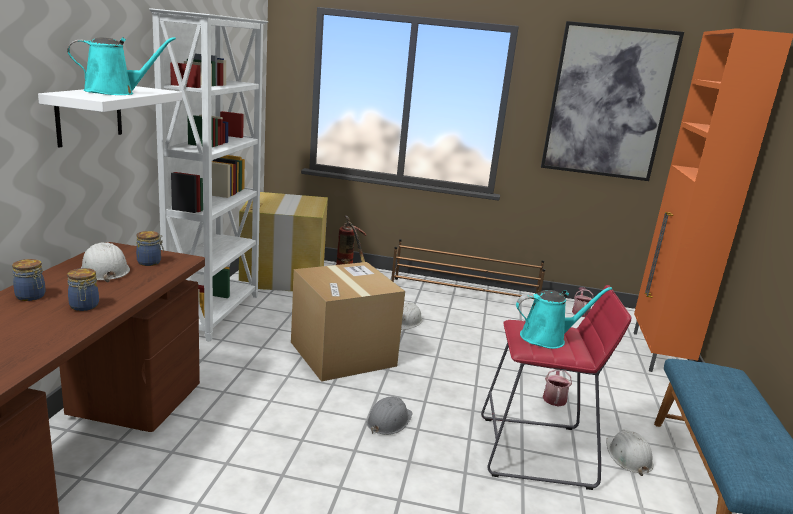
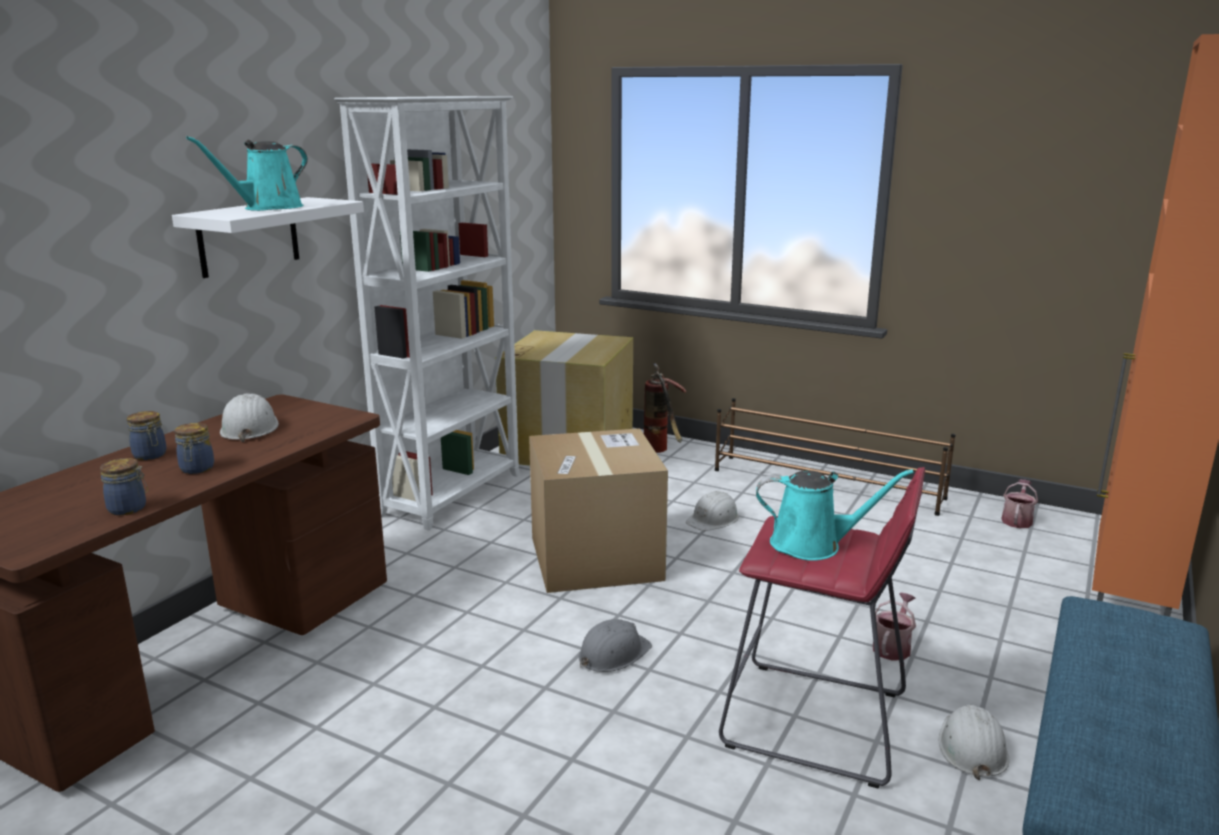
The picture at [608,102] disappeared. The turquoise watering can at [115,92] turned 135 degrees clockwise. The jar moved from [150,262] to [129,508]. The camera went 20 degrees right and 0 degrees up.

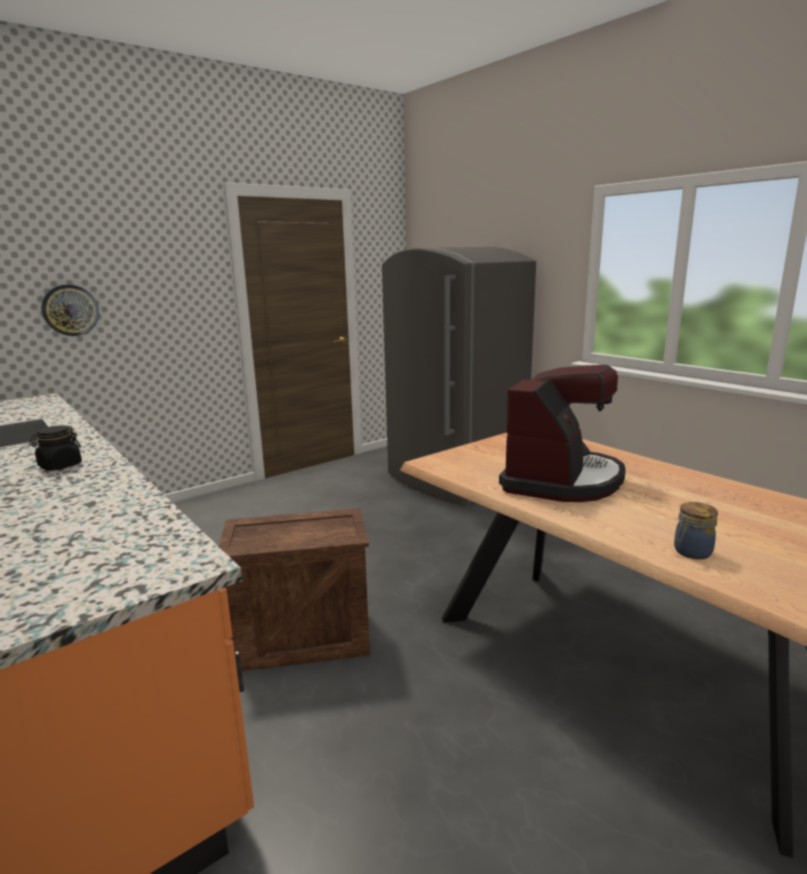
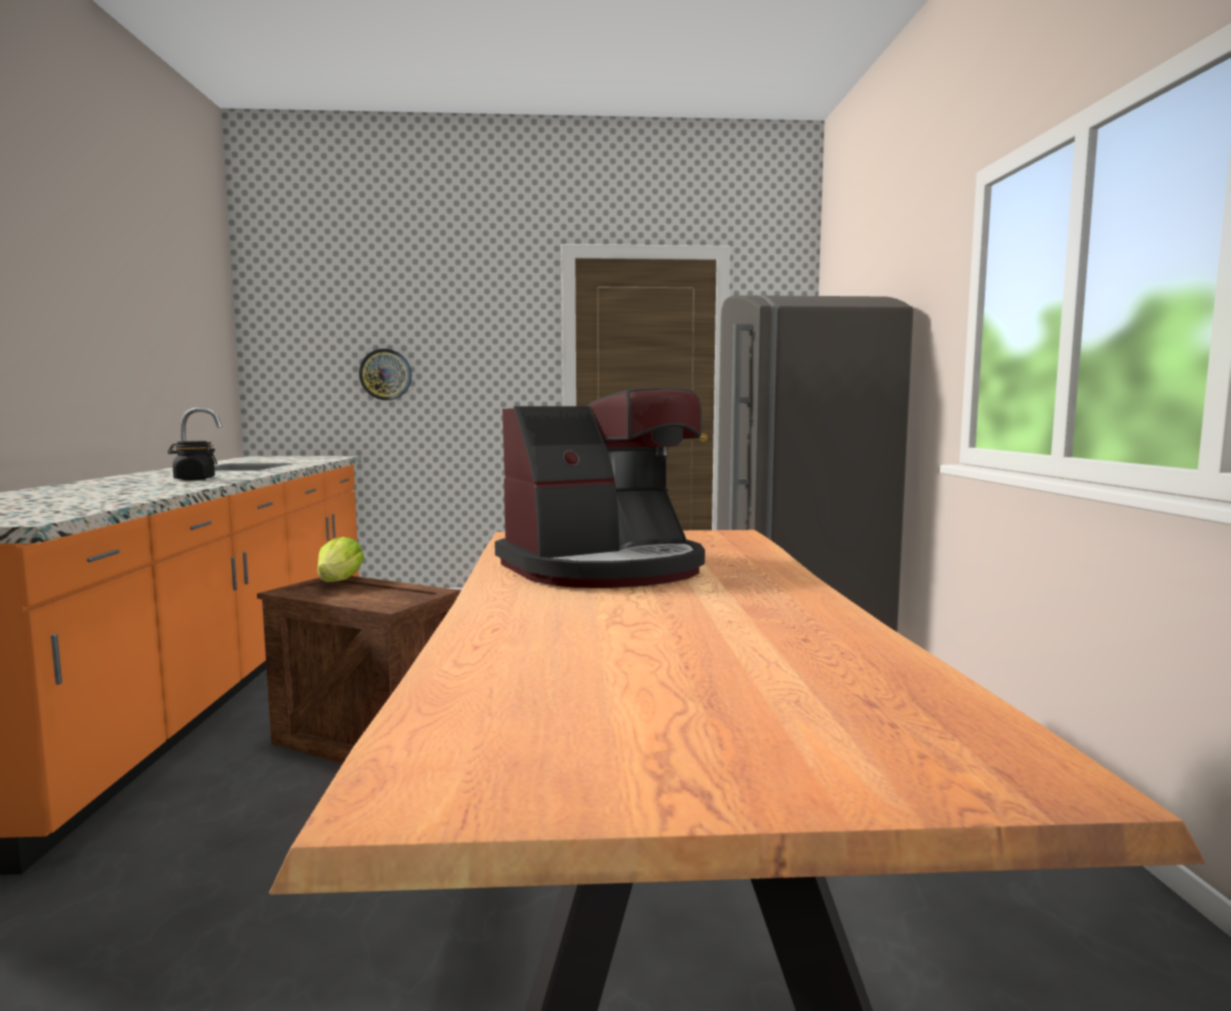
The jar at [691,552] disappeared. The lettuce at [340,580] appeared. The camera went 35 degrees right and 10 degrees down.

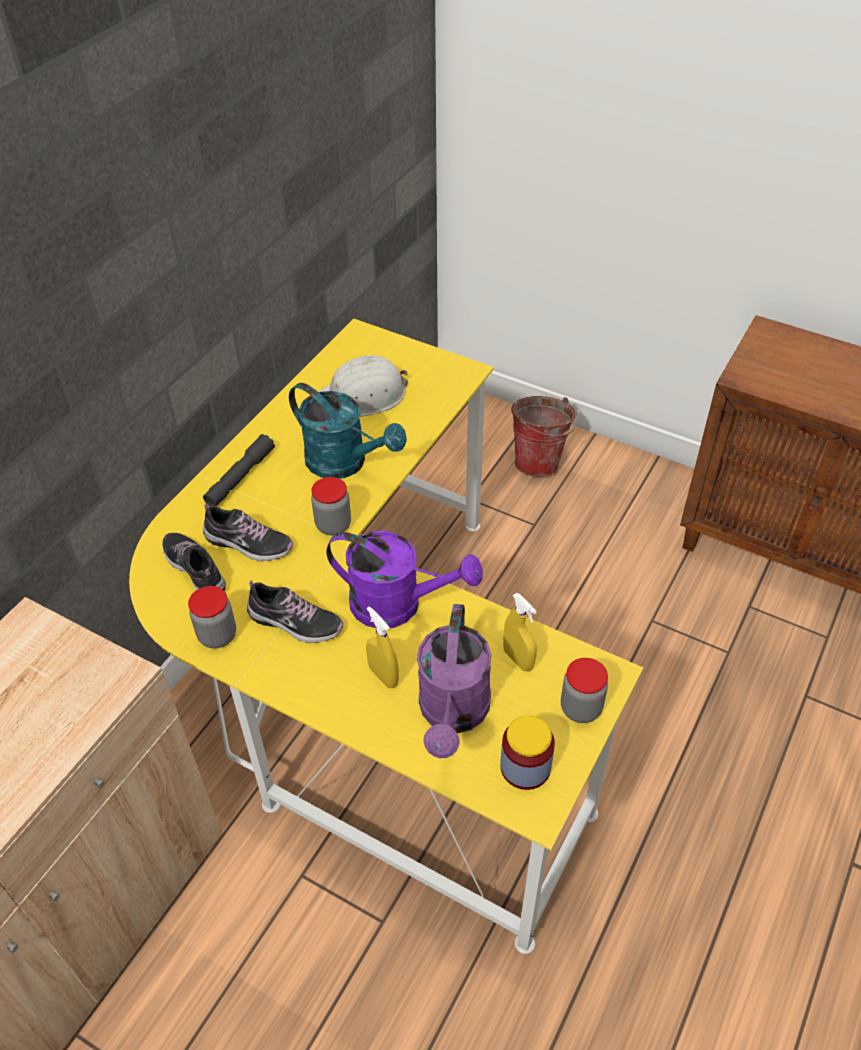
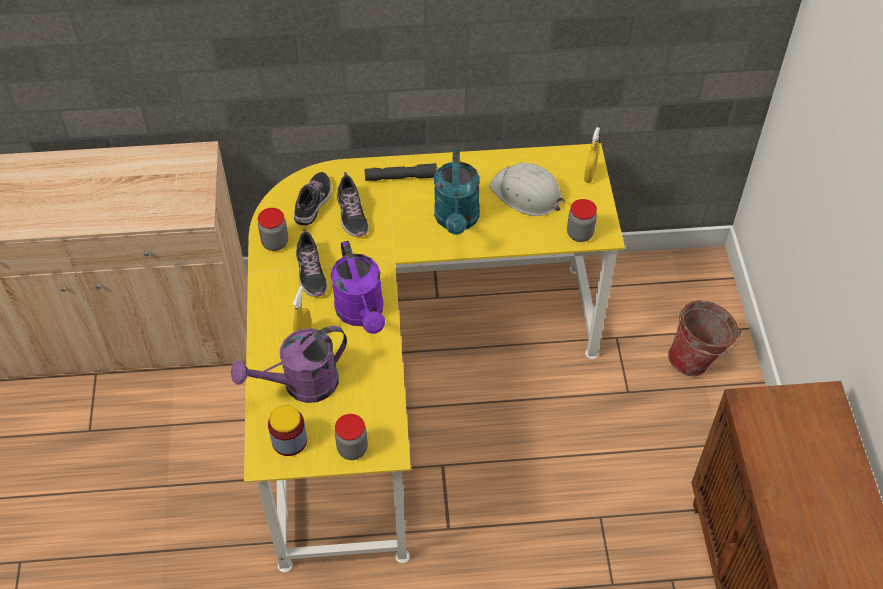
The jar moved from [333,525] to [580,234]. The yellow spray bottle moved from [518,659] to [589,175]. The camera went 55 degrees right and 5 degrees up.

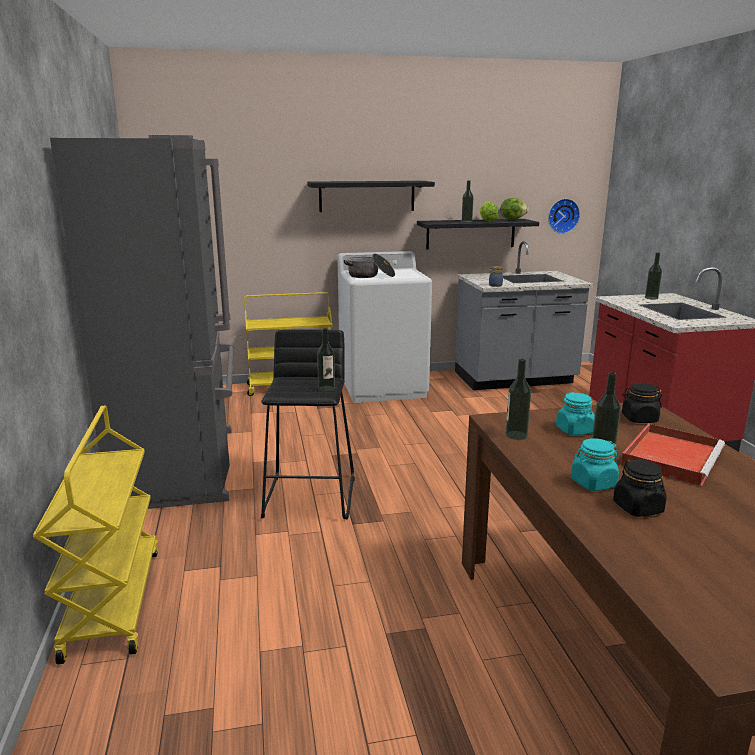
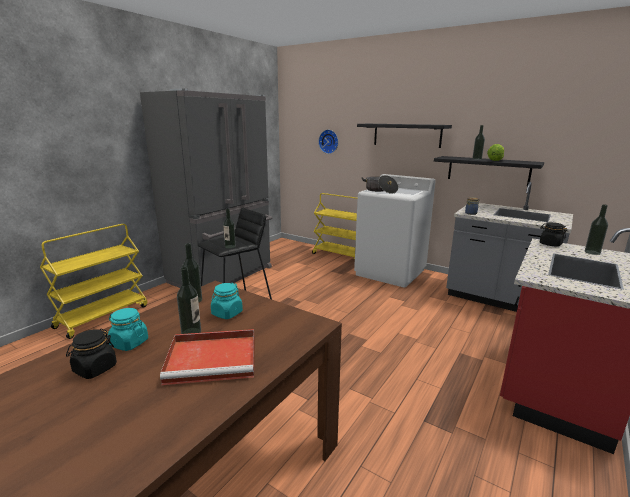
The lettuce at [512,219] disappeared. The wall clock moved from [562,216] to [329,141]. The black jar moved from [639,419] to [550,244]. The camera went 45 degrees right and 0 degrees up.

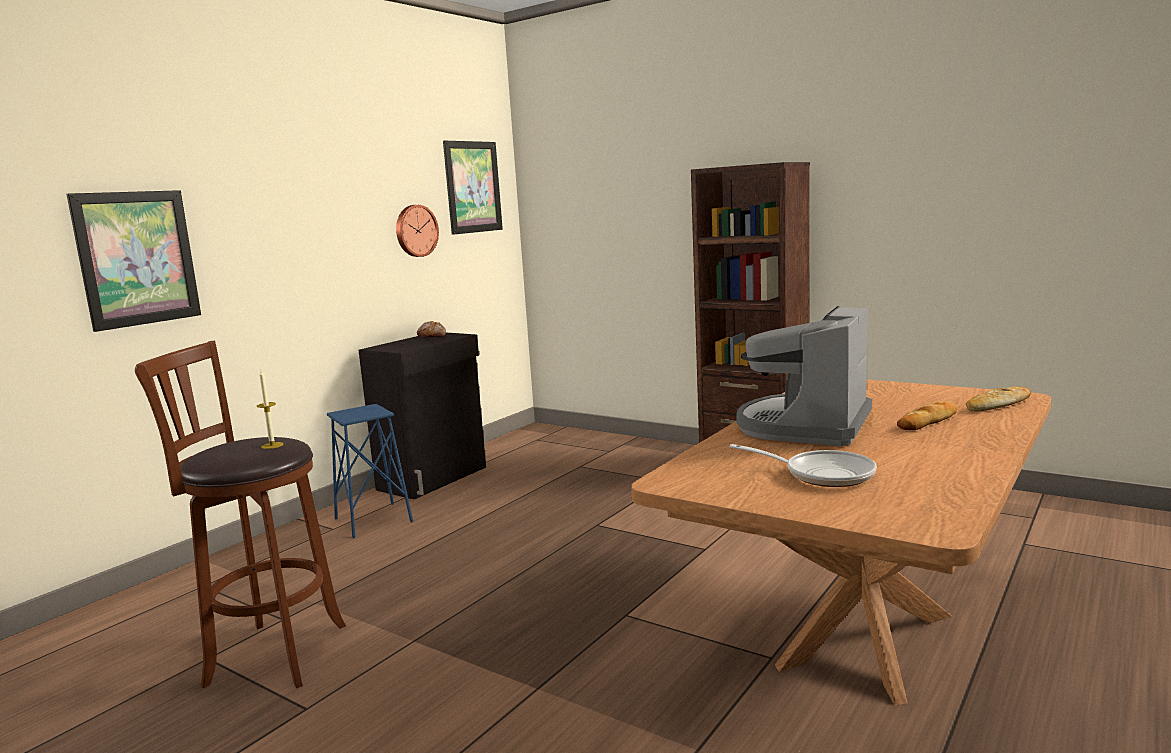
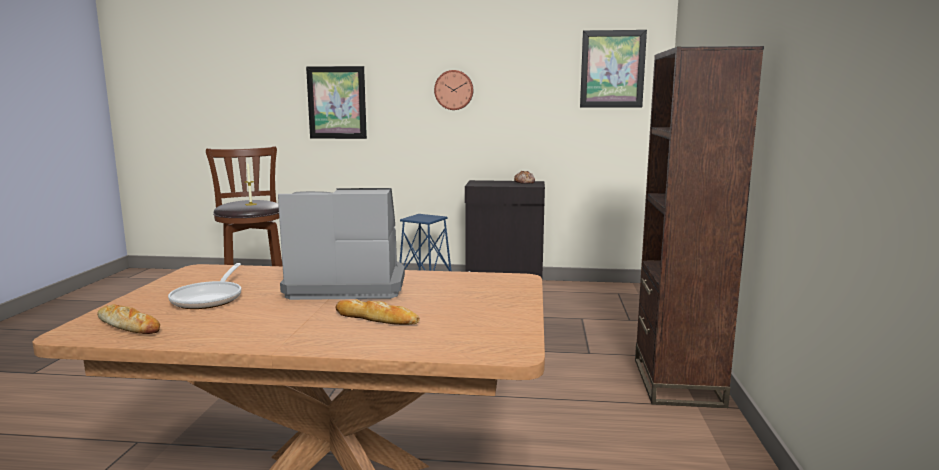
The wall clock moved from [415,231] to [454,90]. The bread moved from [997,404] to [128,325]. The camera went 60 degrees right and 0 degrees up.

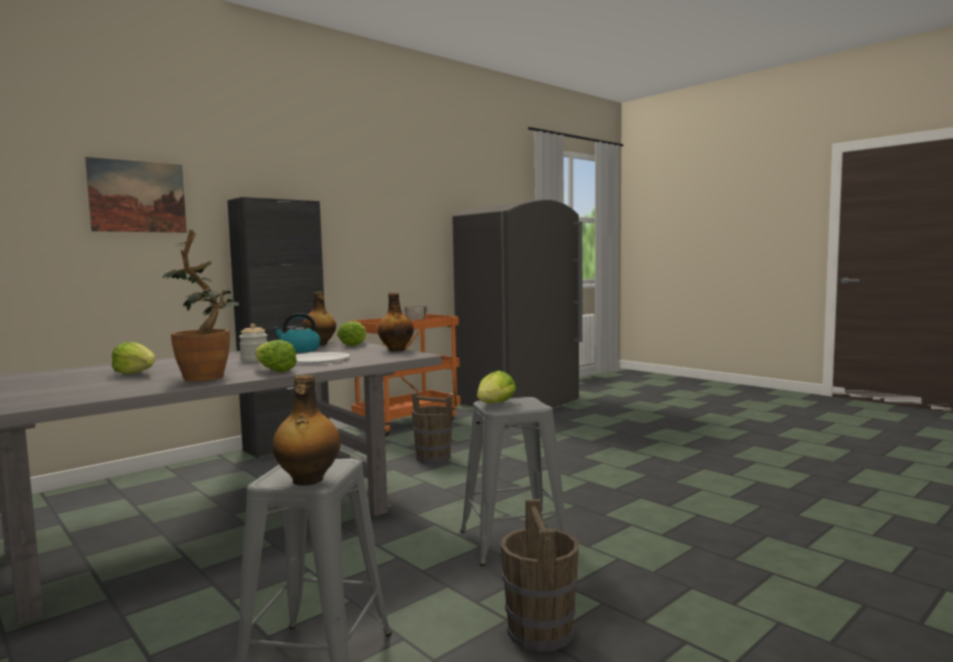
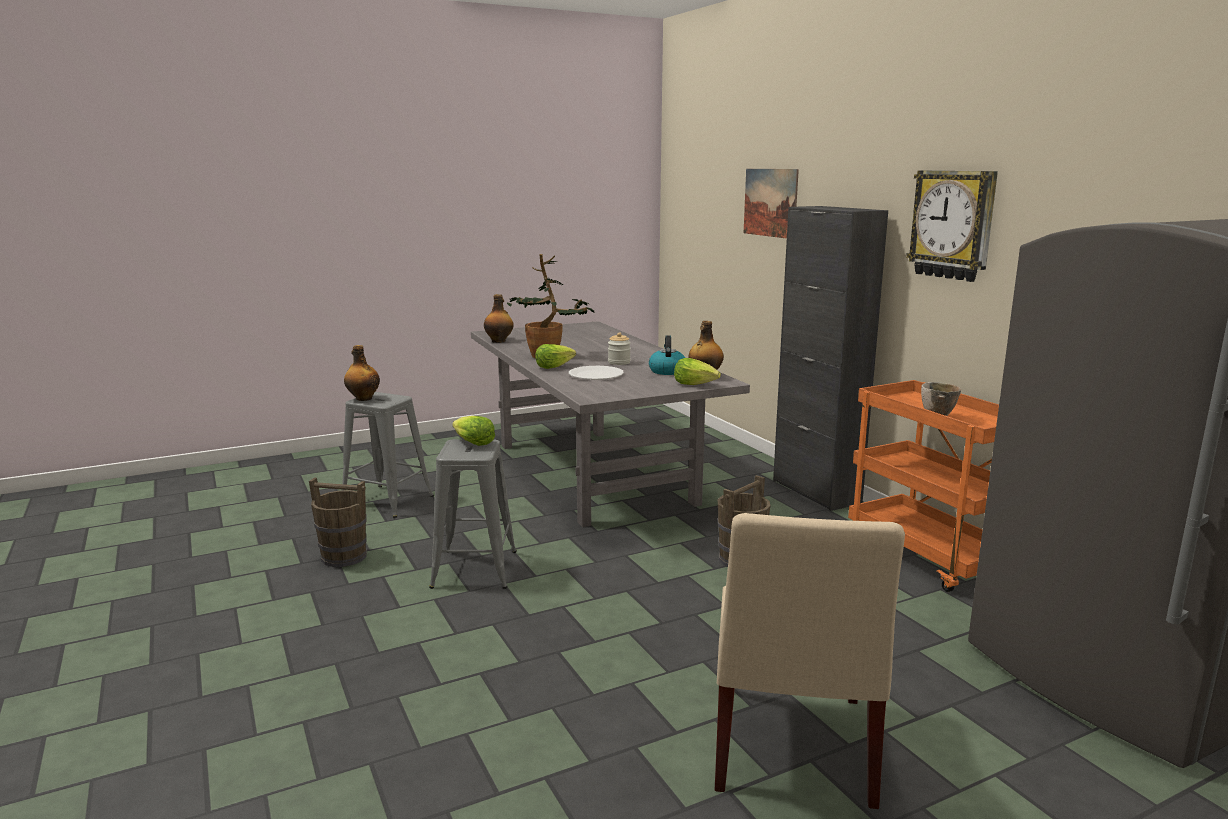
The bottle moved from [396,350] to [499,341]. The lettuce at [137,374] disappeared. The wall clock at [953,225] appeared. The beige chair at [790,748] appeared. The camera went 105 degrees right and 10 degrees up.

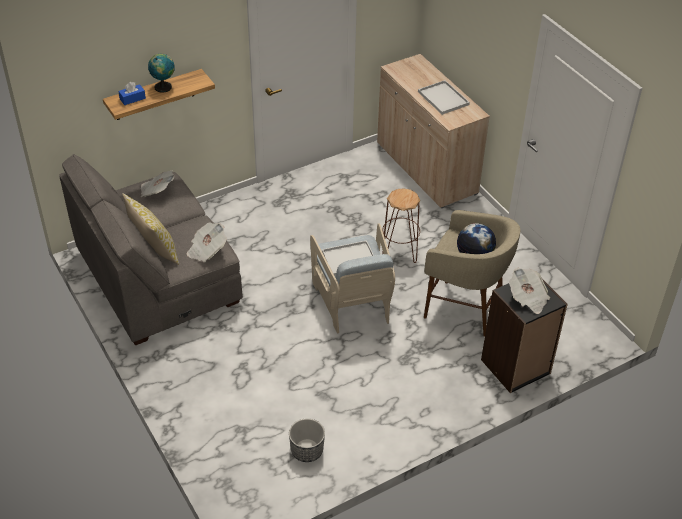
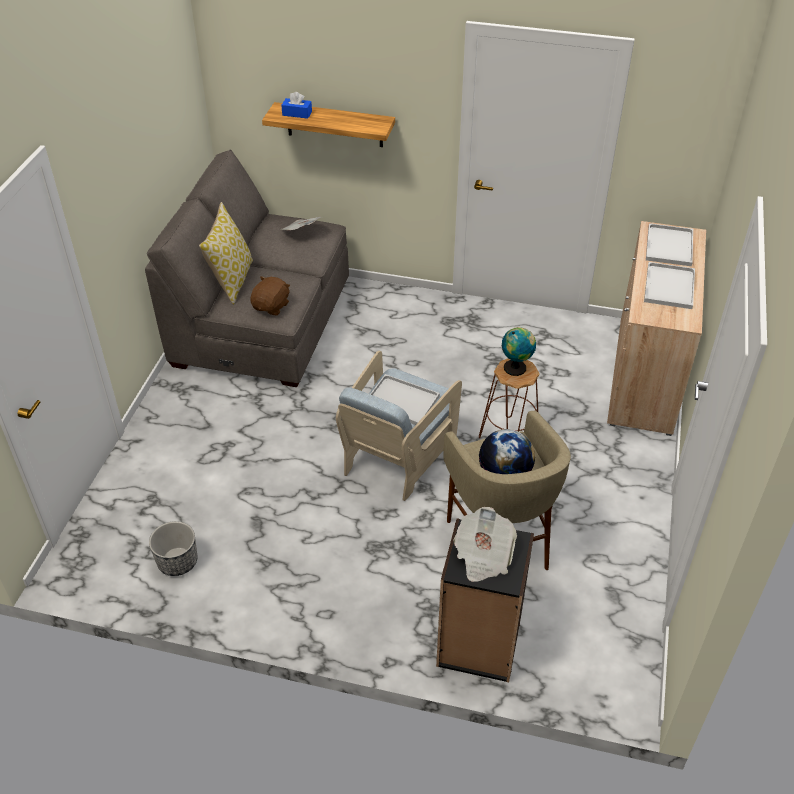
The globe moved from [163,86] to [516,367]. The newspaper at [206,250] was replaced by the brown plush toy at [272,306]. The white tray at [668,245] appeared. The camera went 45 degrees right and 0 degrees up.

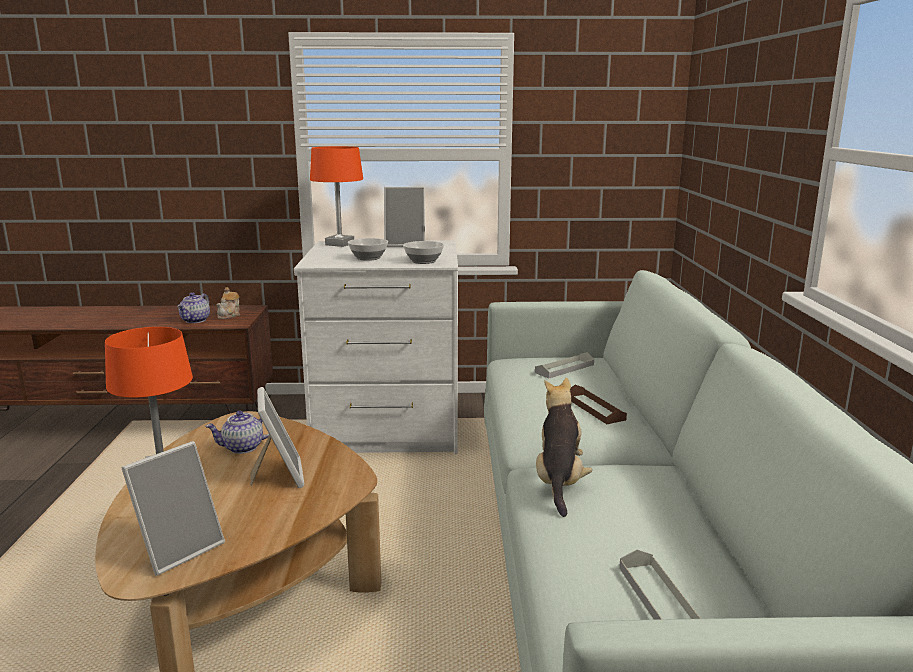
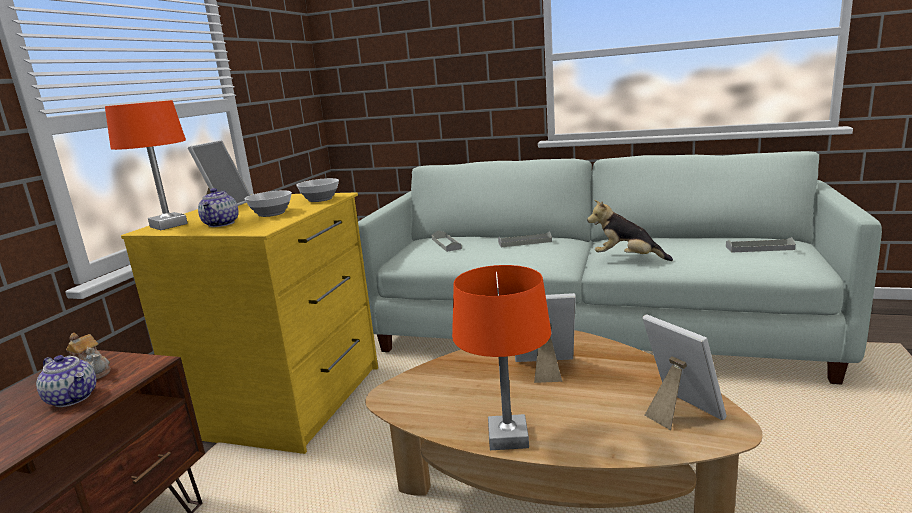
The white dresser at [387,429] became the yellow dresser at [288,401]. The brown tray at [594,408] became the grey tray at [524,242]. The teapot moved from [243,448] to [221,224]. The camera went 70 degrees left and 0 degrees up.

